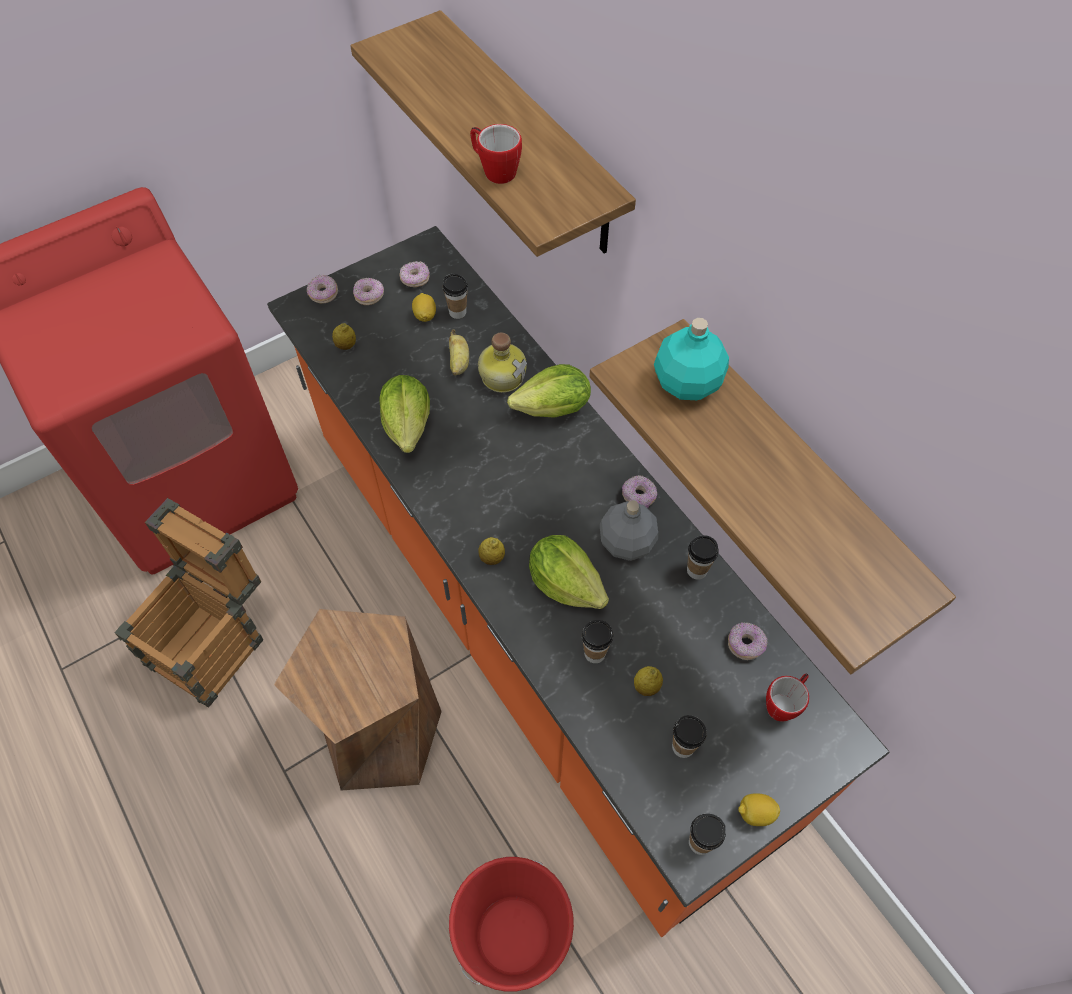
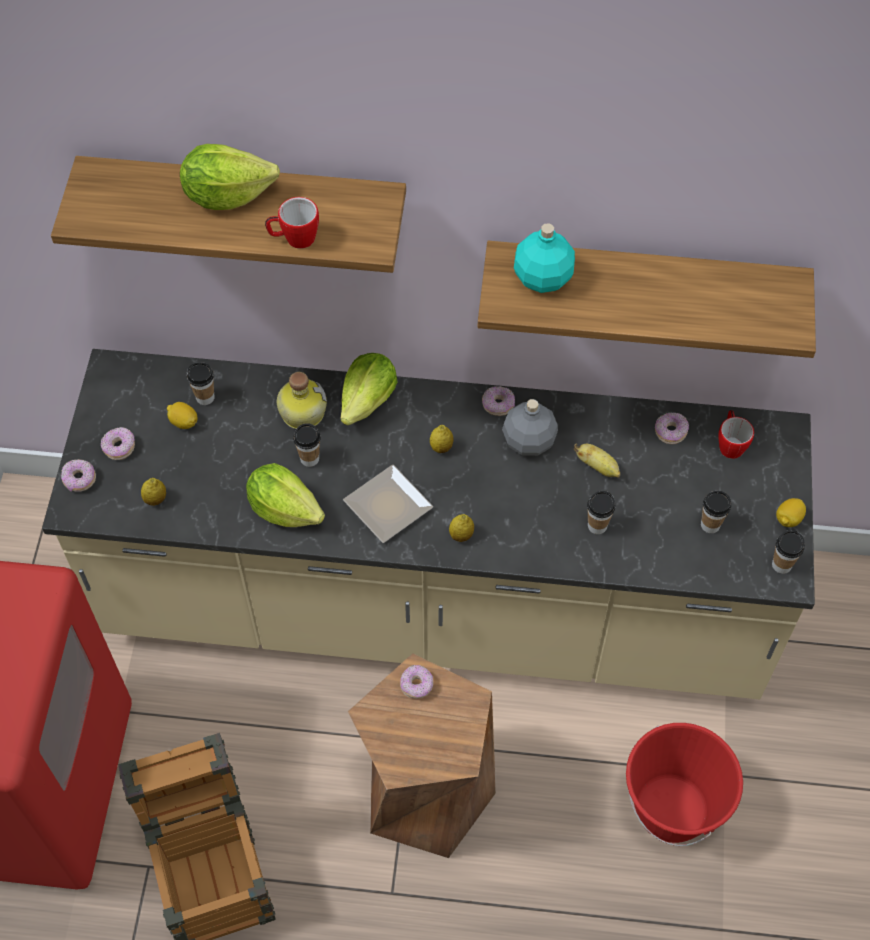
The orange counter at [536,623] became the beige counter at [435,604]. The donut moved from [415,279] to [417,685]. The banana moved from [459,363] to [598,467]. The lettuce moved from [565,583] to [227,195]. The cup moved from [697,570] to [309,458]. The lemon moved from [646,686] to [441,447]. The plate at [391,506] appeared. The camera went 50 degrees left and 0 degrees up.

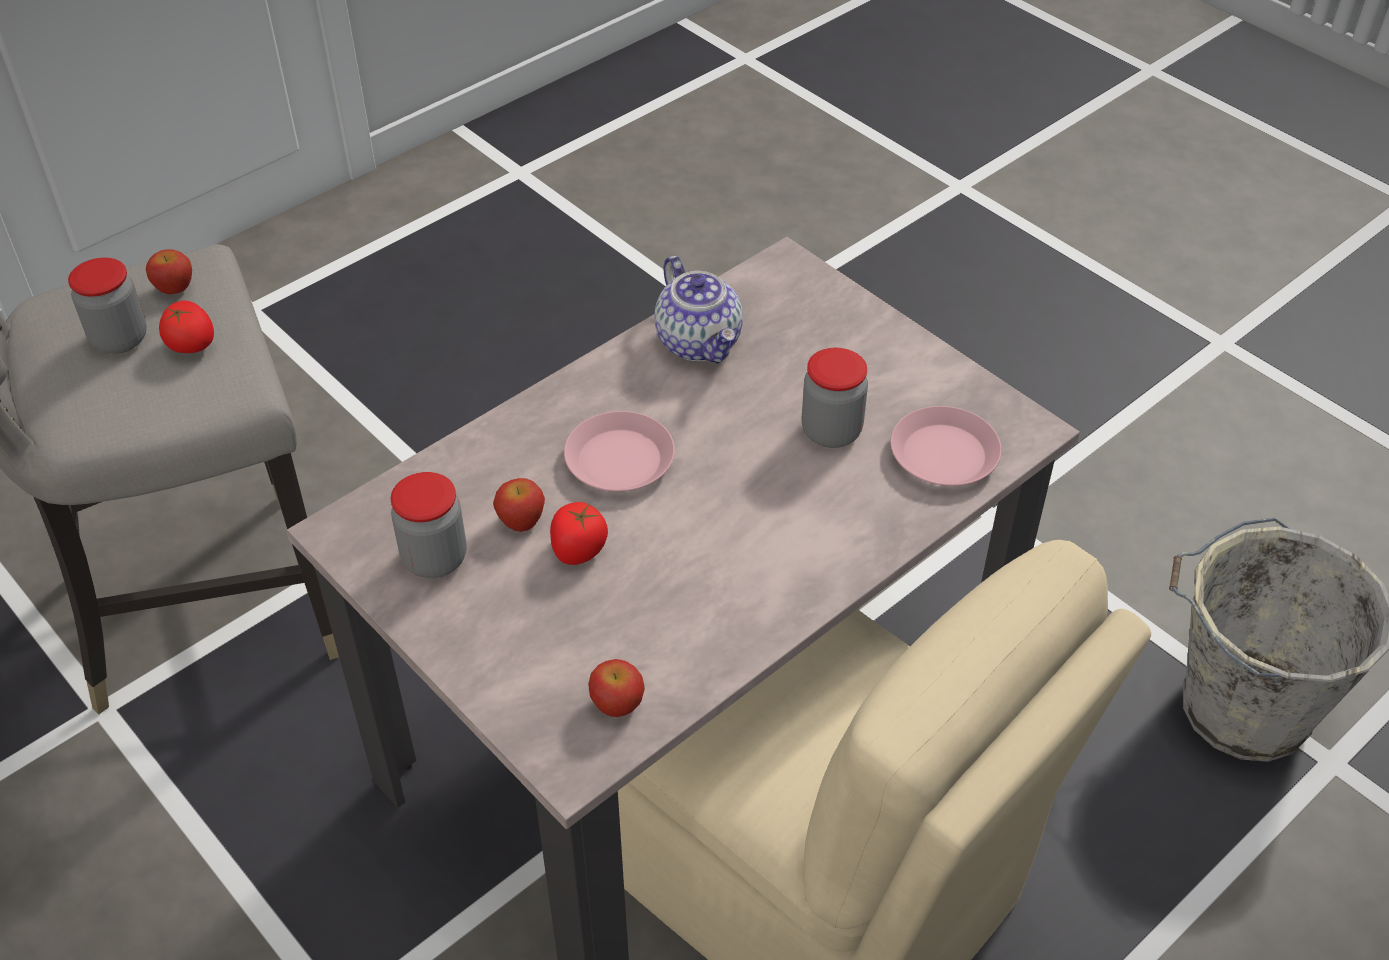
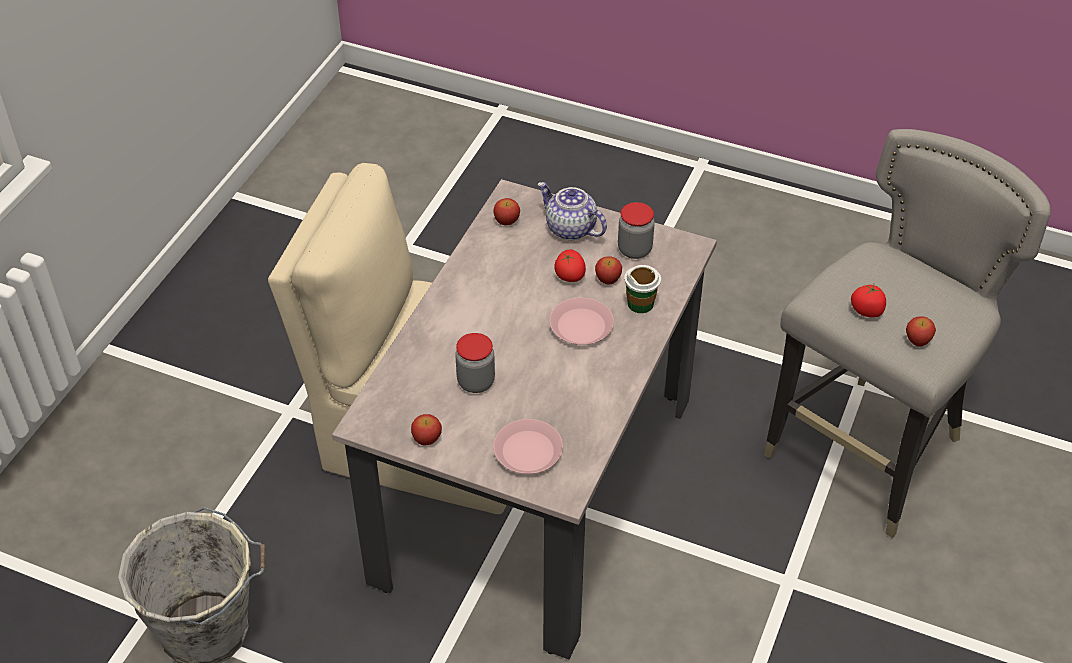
The teapot moved from [700,342] to [570,228]. The jar at [120,339] disappeared. The pink plate moved from [944,455] to [527,451]. The cup at [640,303] appeared. The apple at [427,439] appeared. The camera went 155 degrees right and 0 degrees up.

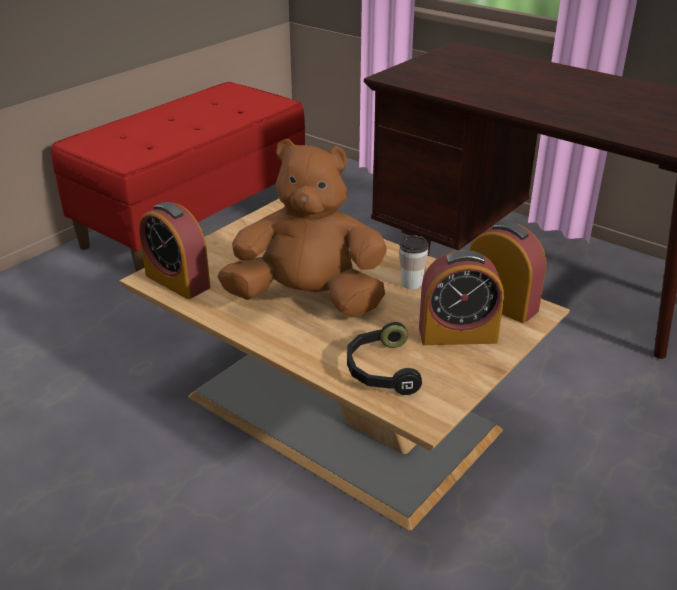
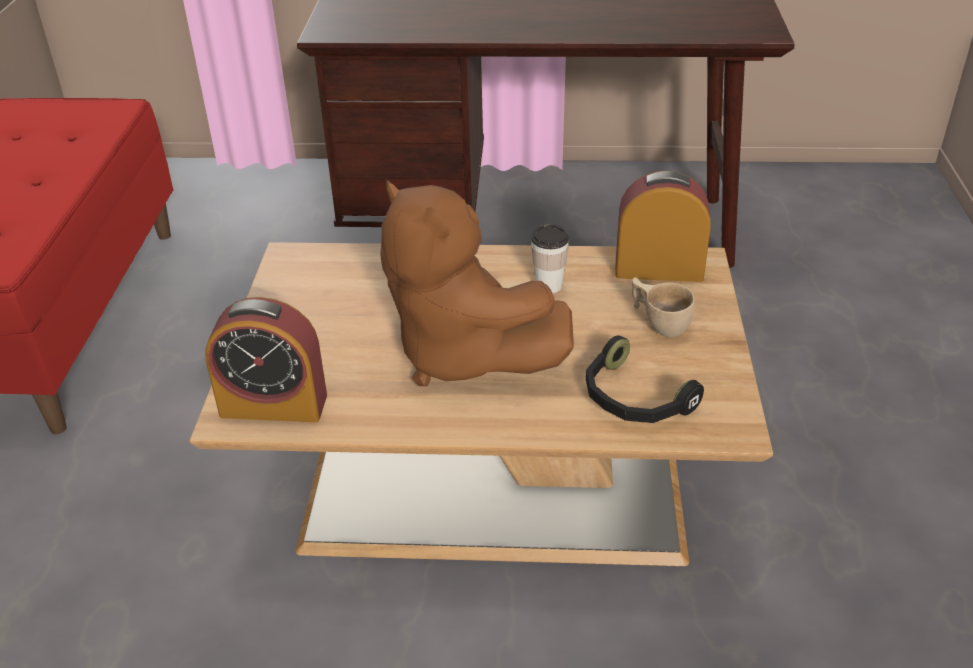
The brown plush toy at [308,300] turned 105 degrees counterclockwise. The alarm clock at [457,334] was replaced by the beige cup at [659,322]. The camera went 35 degrees left and 5 degrees up.

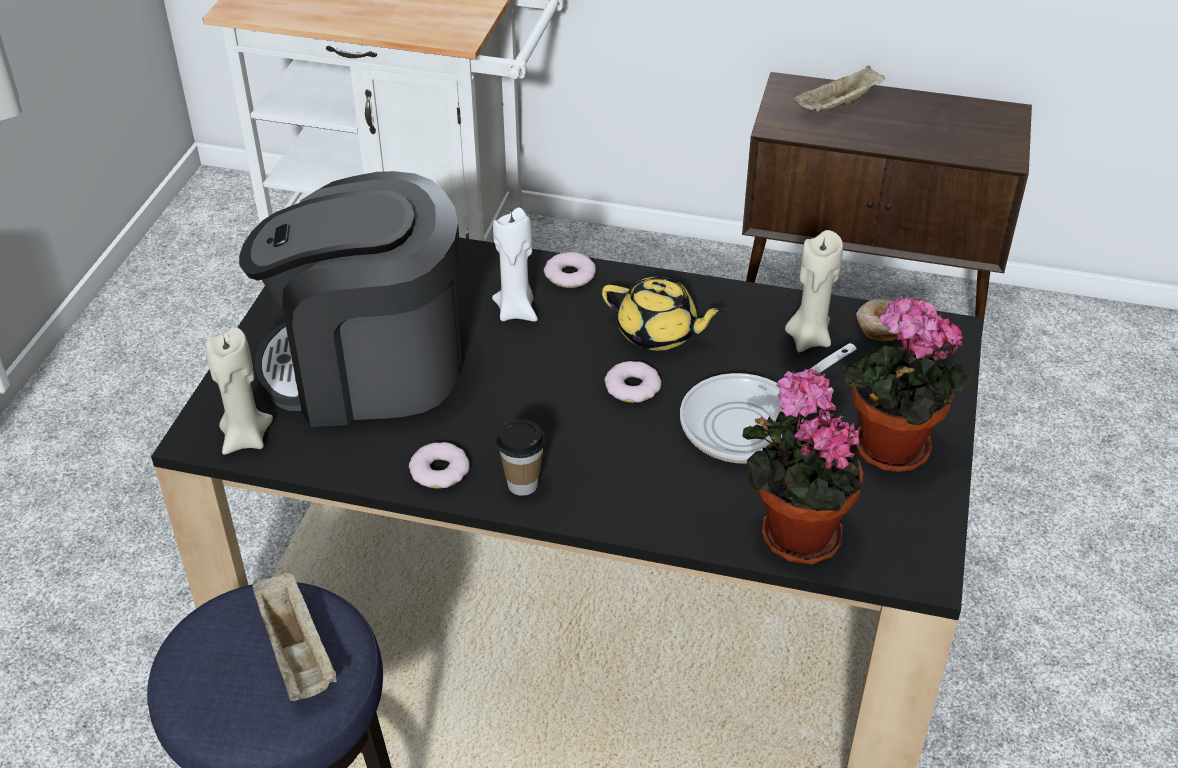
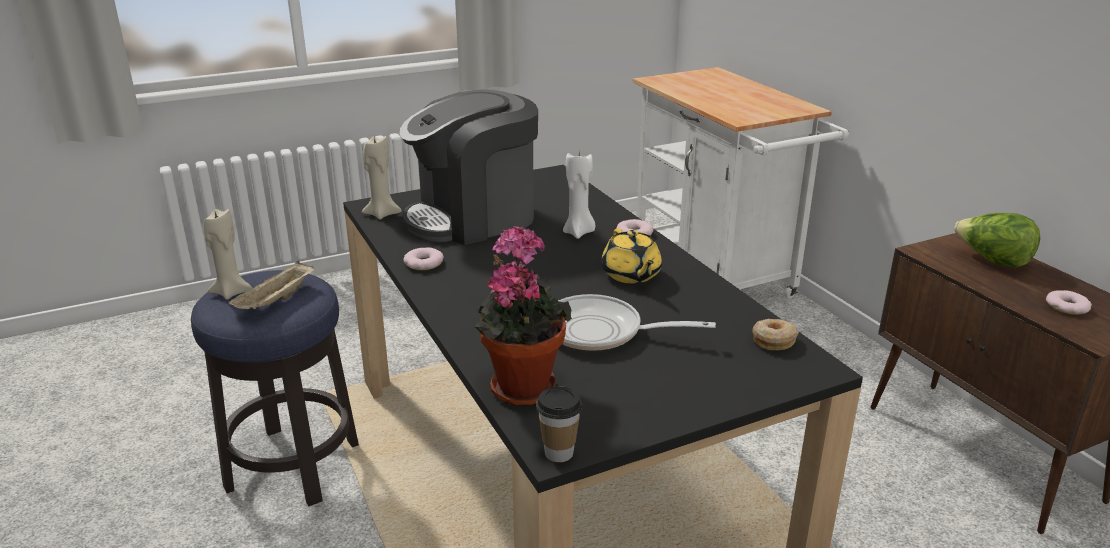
The beige tray at [838,106] was replaced by the lettuce at [992,261]. The coffee machine at [368,368] turned 75 degrees counterclockwise. The beige candle moved from [808,338] to [231,292]. The potted plant at [887,452] disappeared. The donut moved from [633,387] to [1067,307]. The cup moved from [522,484] to [558,453]. The camera went 50 degrees right and 15 degrees down.

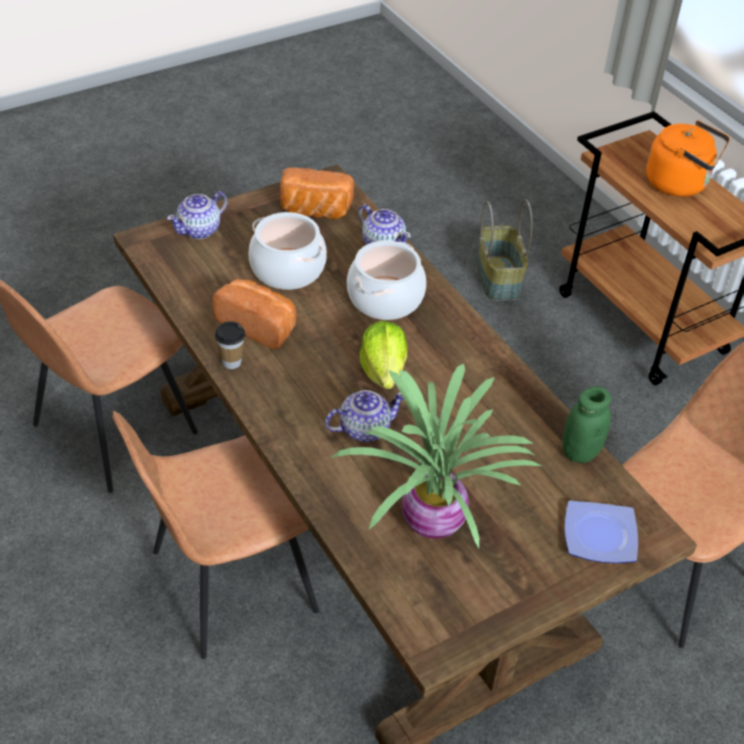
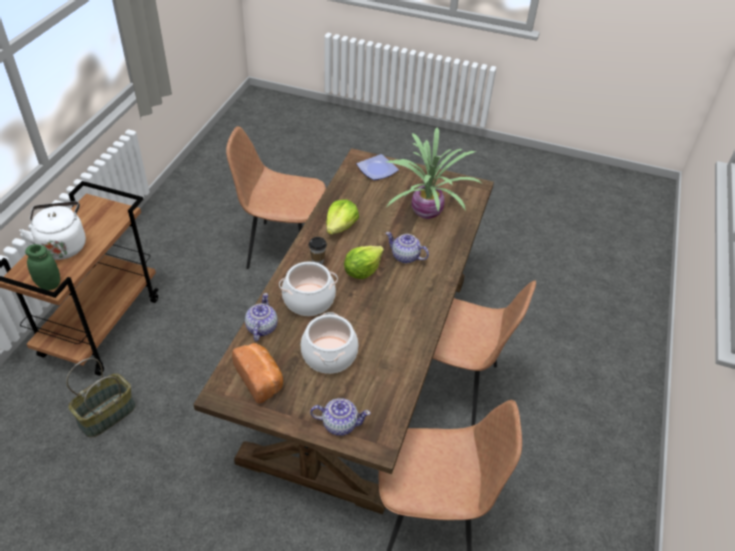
The orange kettle at [680,184] became the white kettle at [63,245]. The bread at [259,325] disappeared. The cup moved from [231,362] to [317,261]. The green jar moved from [580,452] to [49,284]. The lettuce at [341,227] appeared. The camera went 130 degrees left and 0 degrees up.

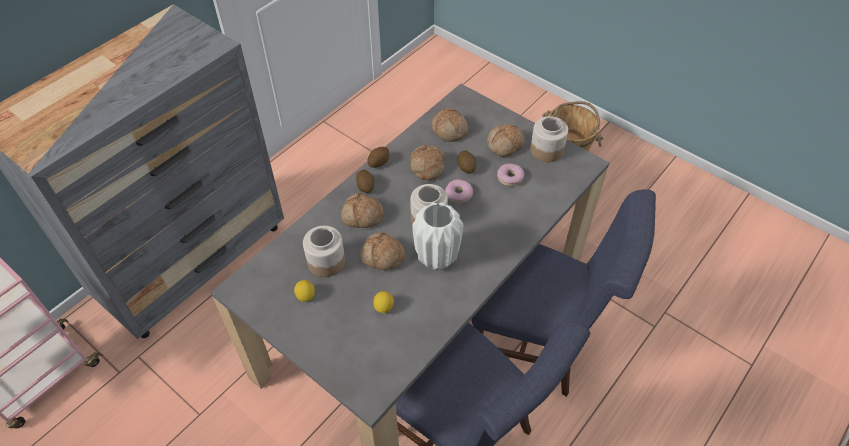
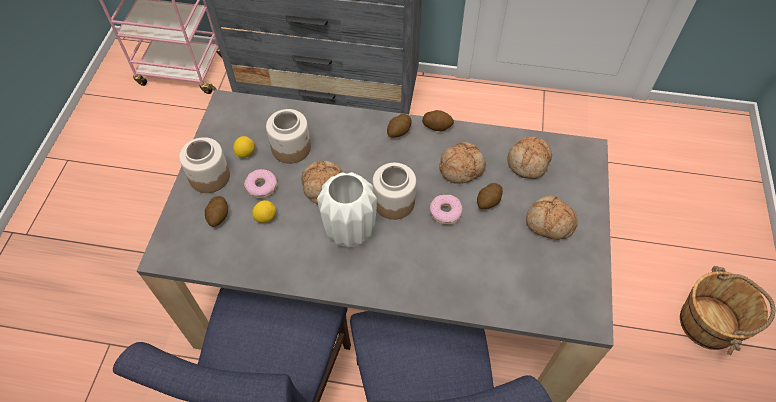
The jar moved from [546,150] to [209,176]. The donut moved from [510,177] to [261,186]. The bread at [362,216] disappeared. The potato at [218,216] appeared. The camera went 60 degrees right and 5 degrees up.

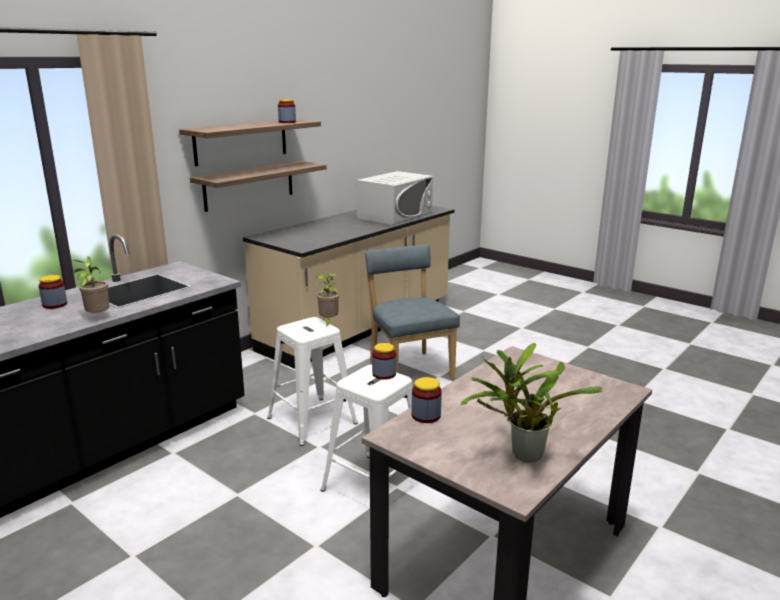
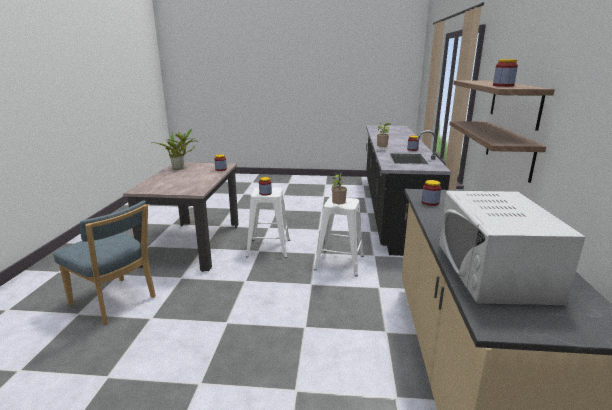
The blue chair moved from [409,369] to [116,302]. The jar at [430,202] appeared. The camera went 145 degrees right and 0 degrees up.

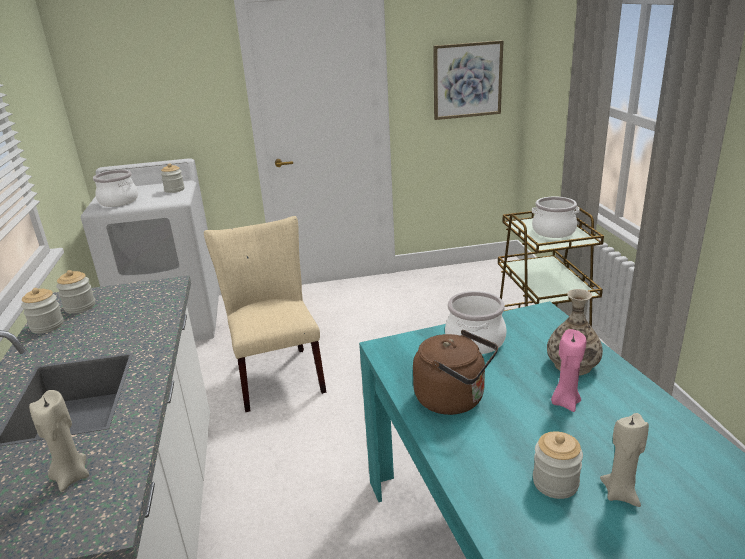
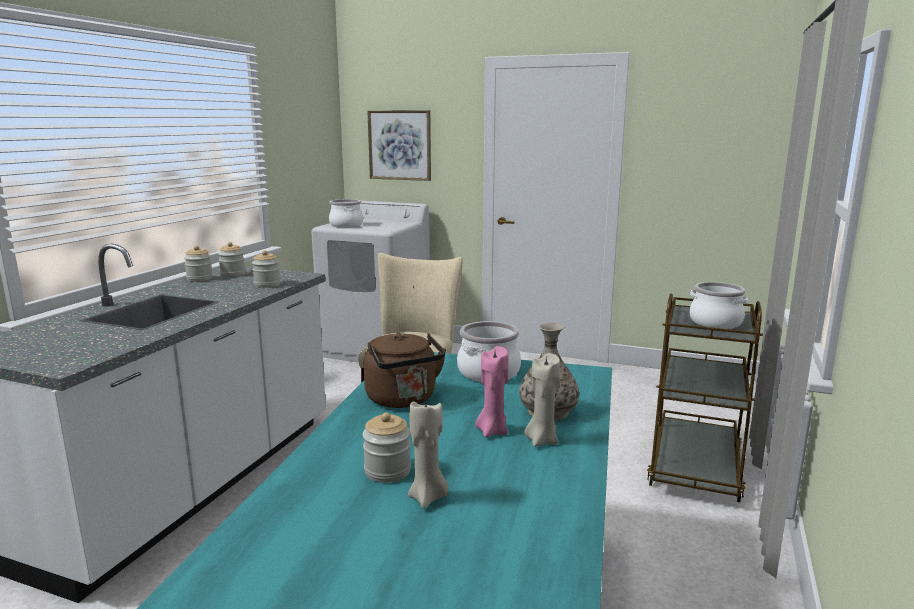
The picture moved from [467,80] to [400,145]. The jar moved from [174,190] to [267,284]. The beige candle moved from [71,477] to [541,440]. The camera went 30 degrees right and 10 degrees down.

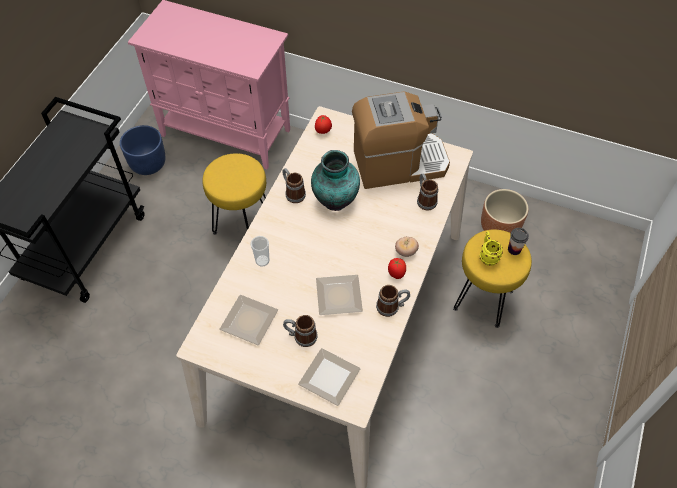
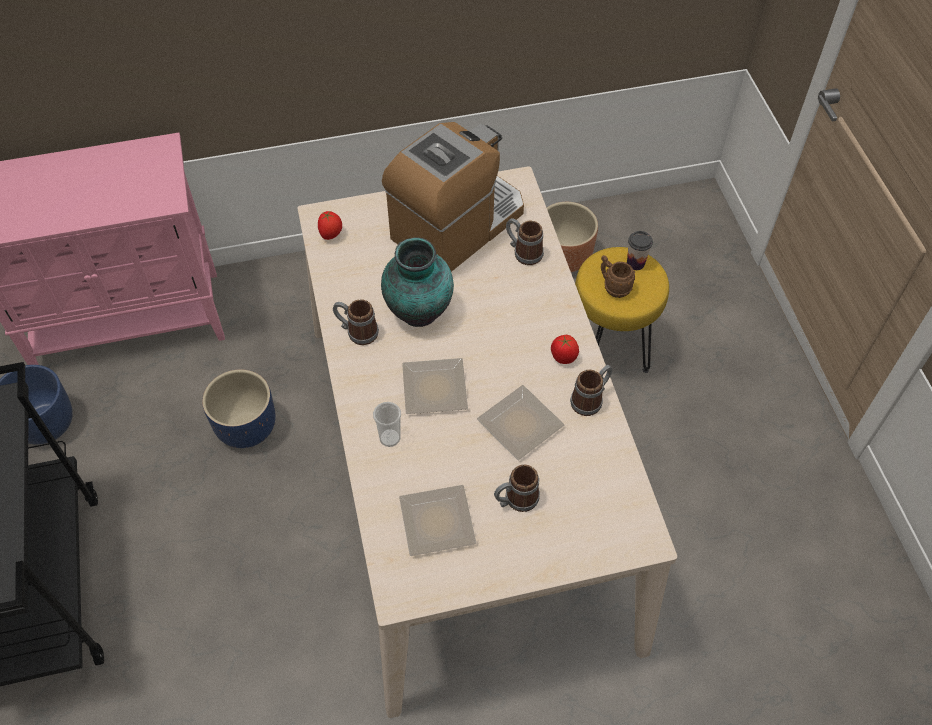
The yellow stool at [242,223] was replaced by the blue planter at [246,427]. The yellow mug at [487,256] became the brown mug at [613,287]. The tomato at [406,251] disappeared. The plate moved from [331,377] to [436,386]. The camera went 35 degrees left and 0 degrees up.

